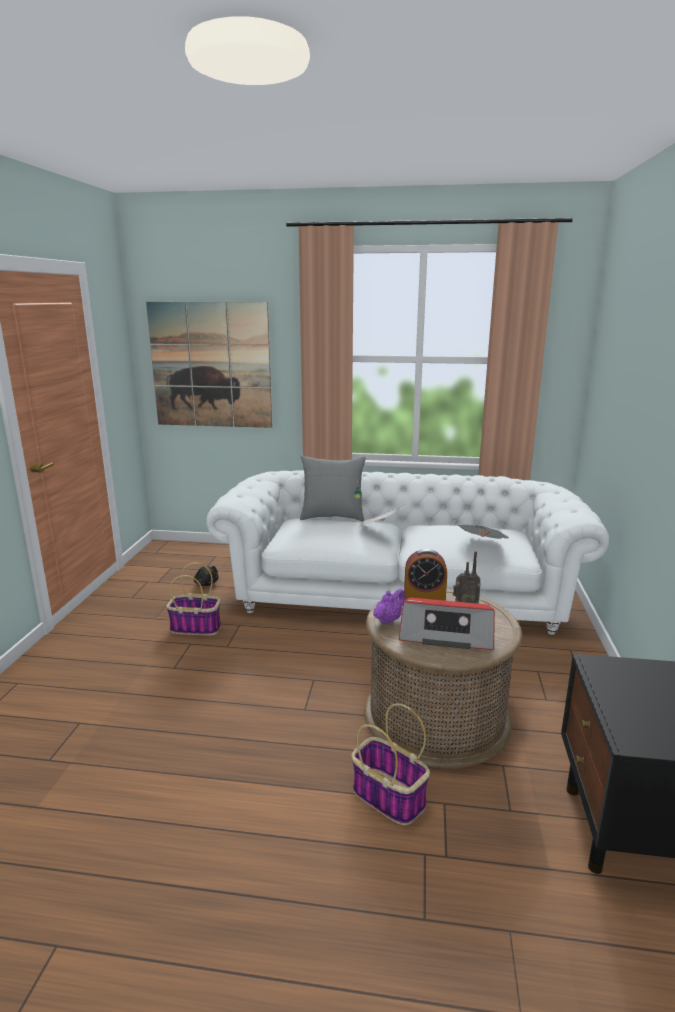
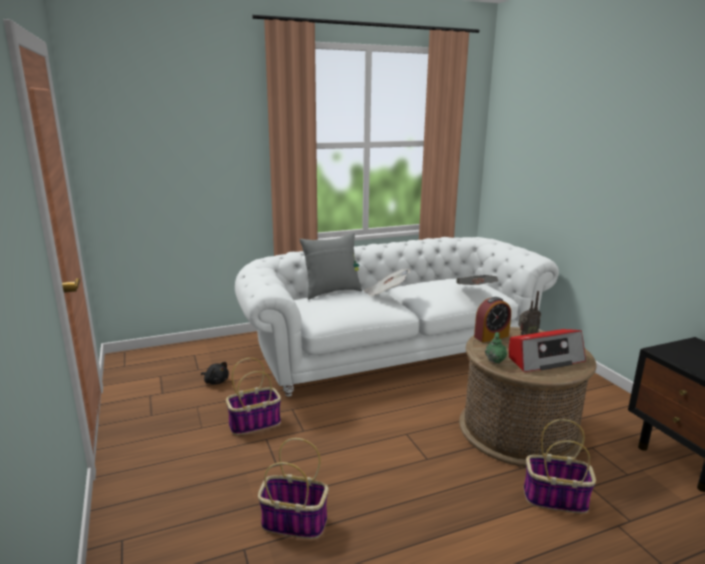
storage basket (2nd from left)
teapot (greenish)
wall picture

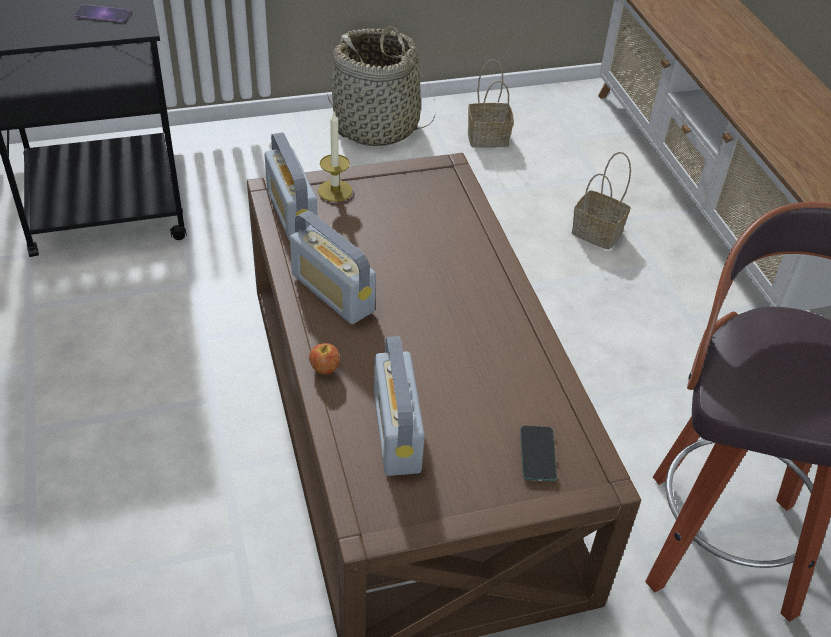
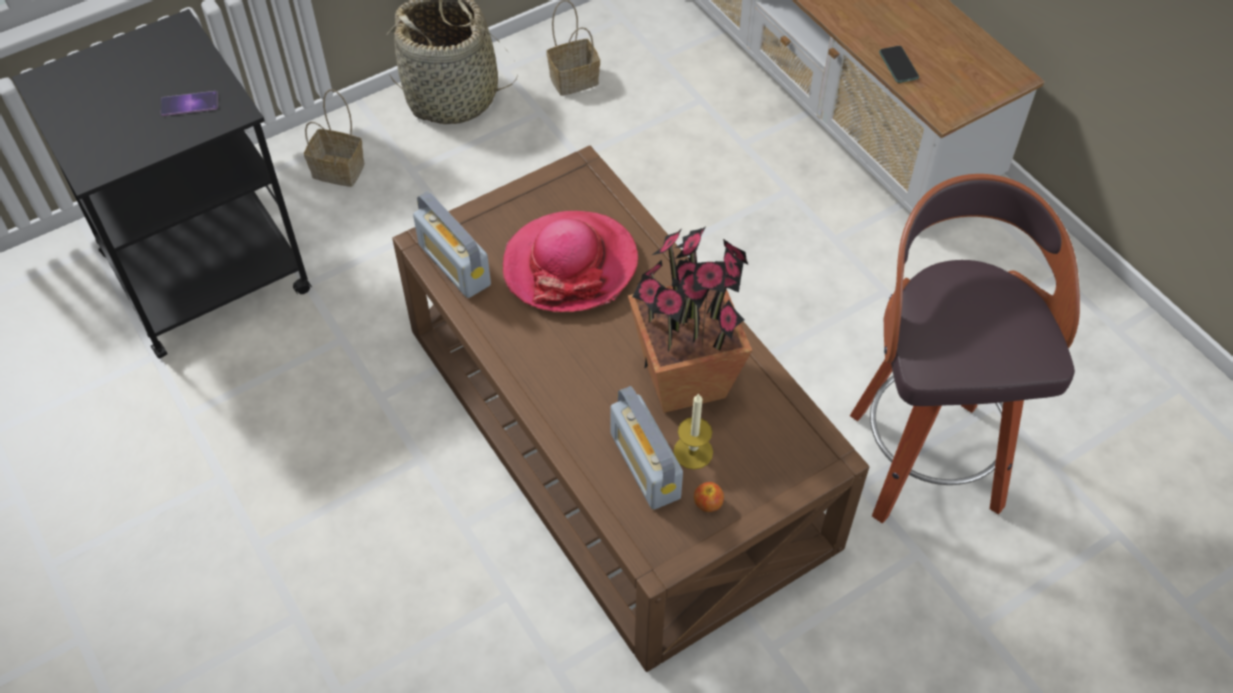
storage basket (1st from left)
clothing hat
plant in a pot
candle
apple fruit
handset (2nd from left)
radio receiver (2nd from left in the first image)

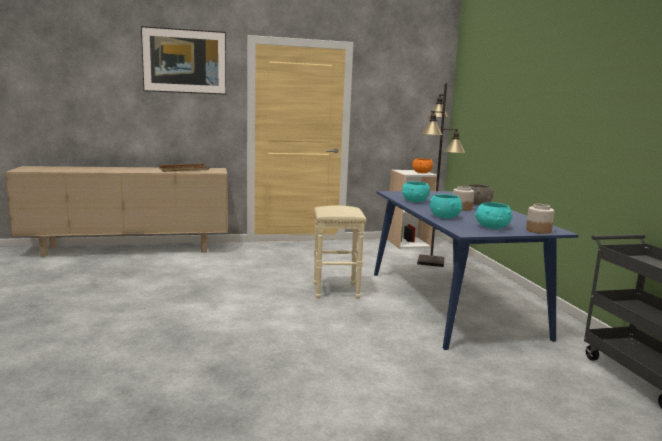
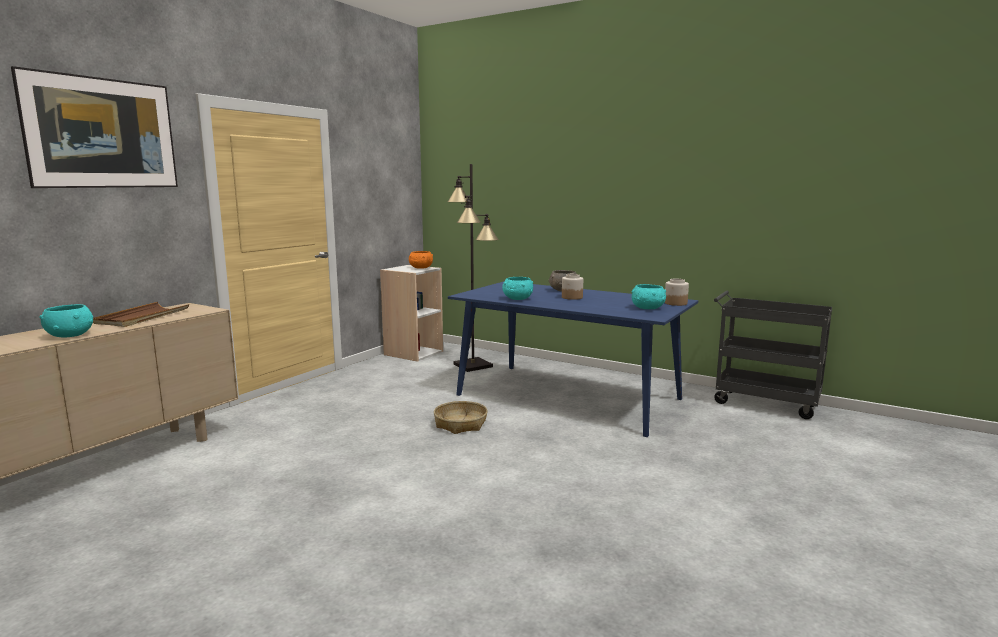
deep dish (turquoise-coloured) (1st from left)
storage basket

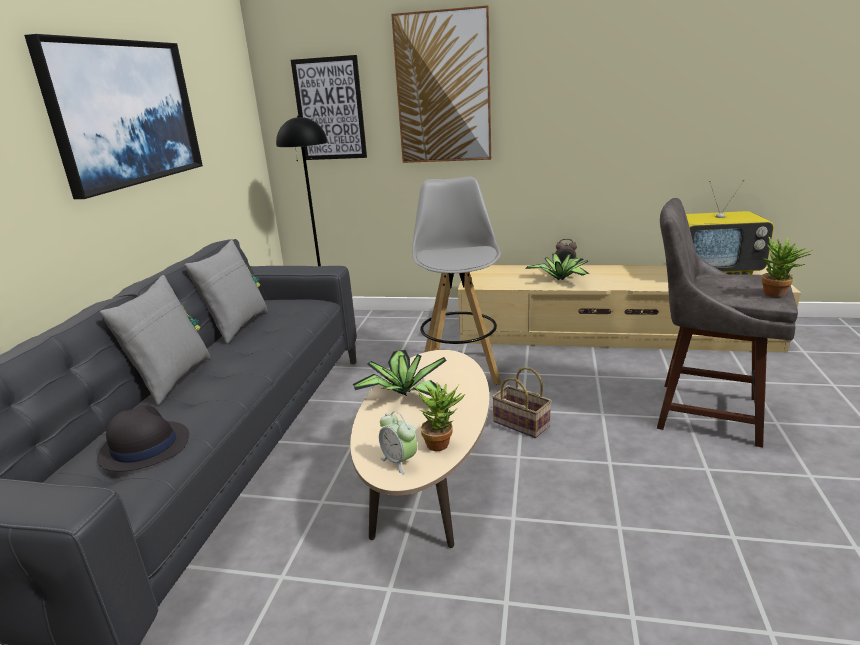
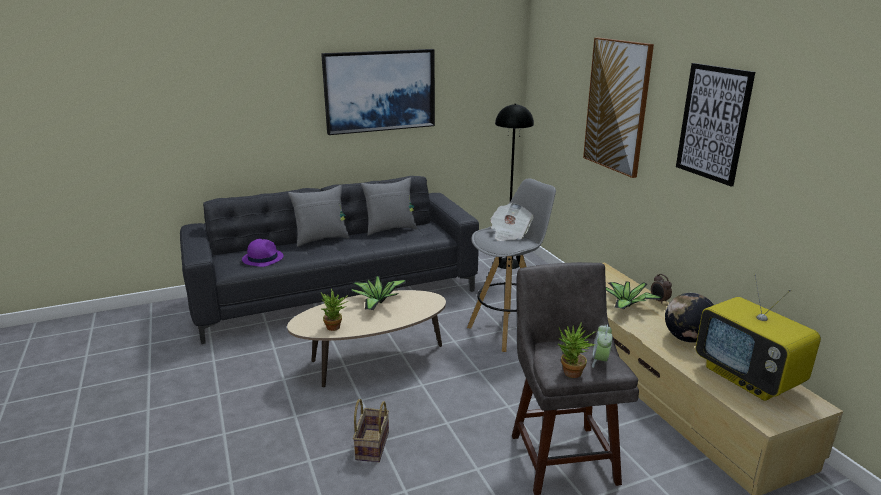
clothing hat (purplish)
storage basket
printed paper
table clock (1st from left)
desk globe
wall picture (3rd from left)

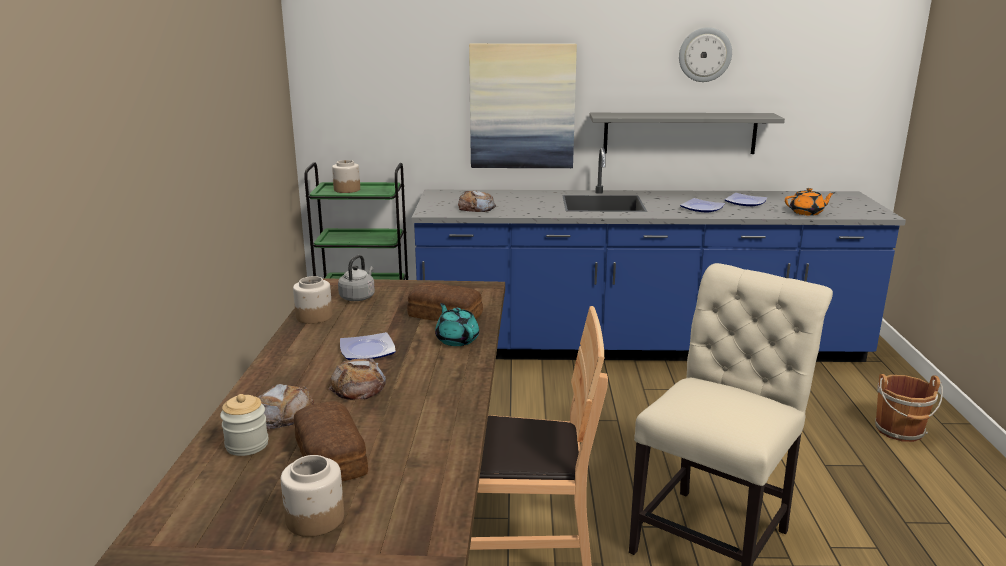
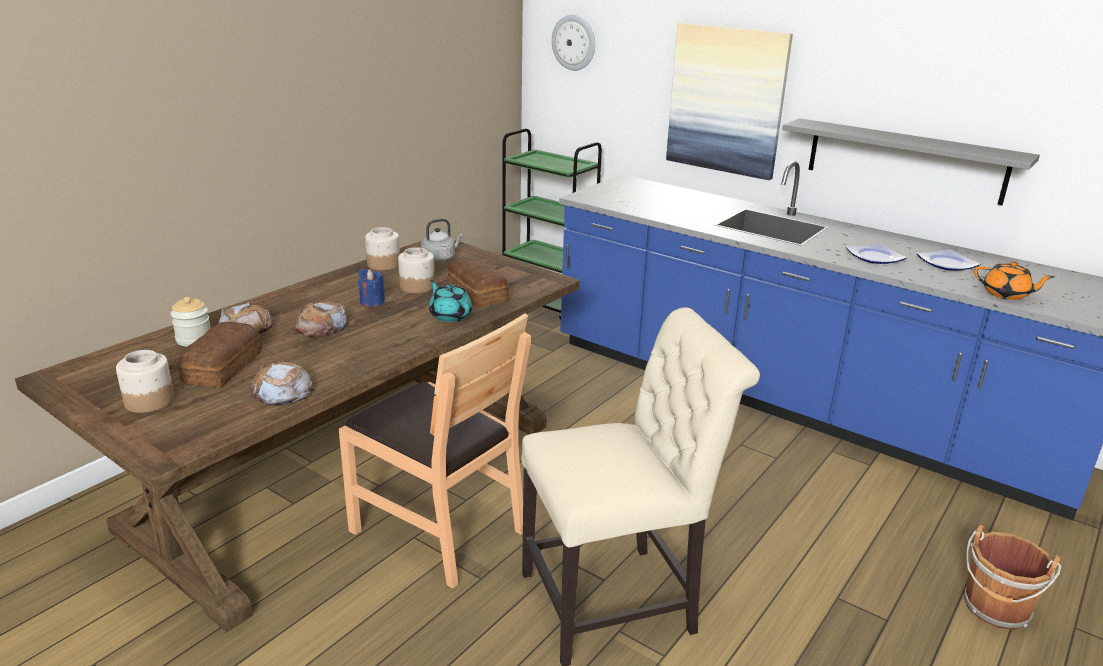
bread (3rd from left)
candle (blue)
jar (4th from left)
teapot (turquoise-coloured)
clock on the wall

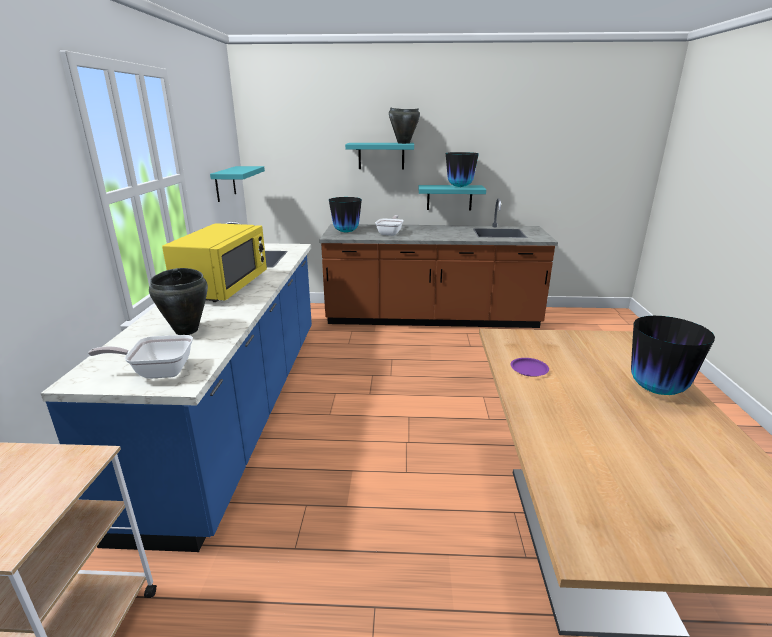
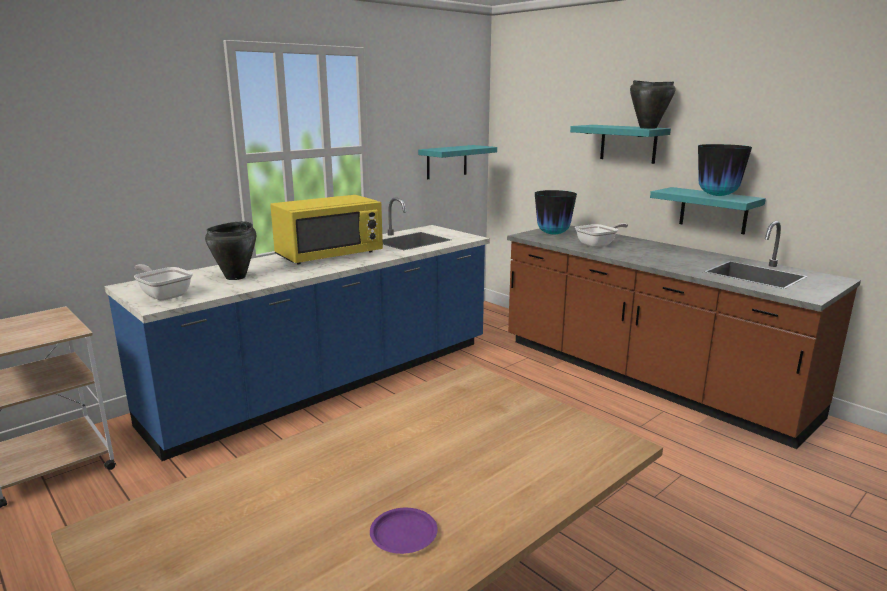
dinner plate (purplish)
vase (3rd from left in the first image)

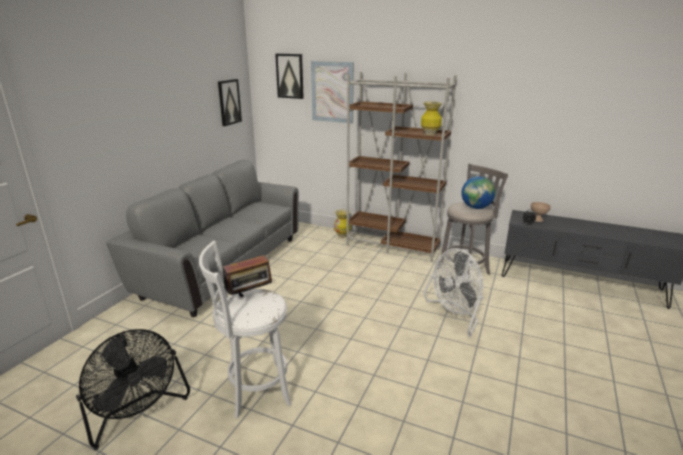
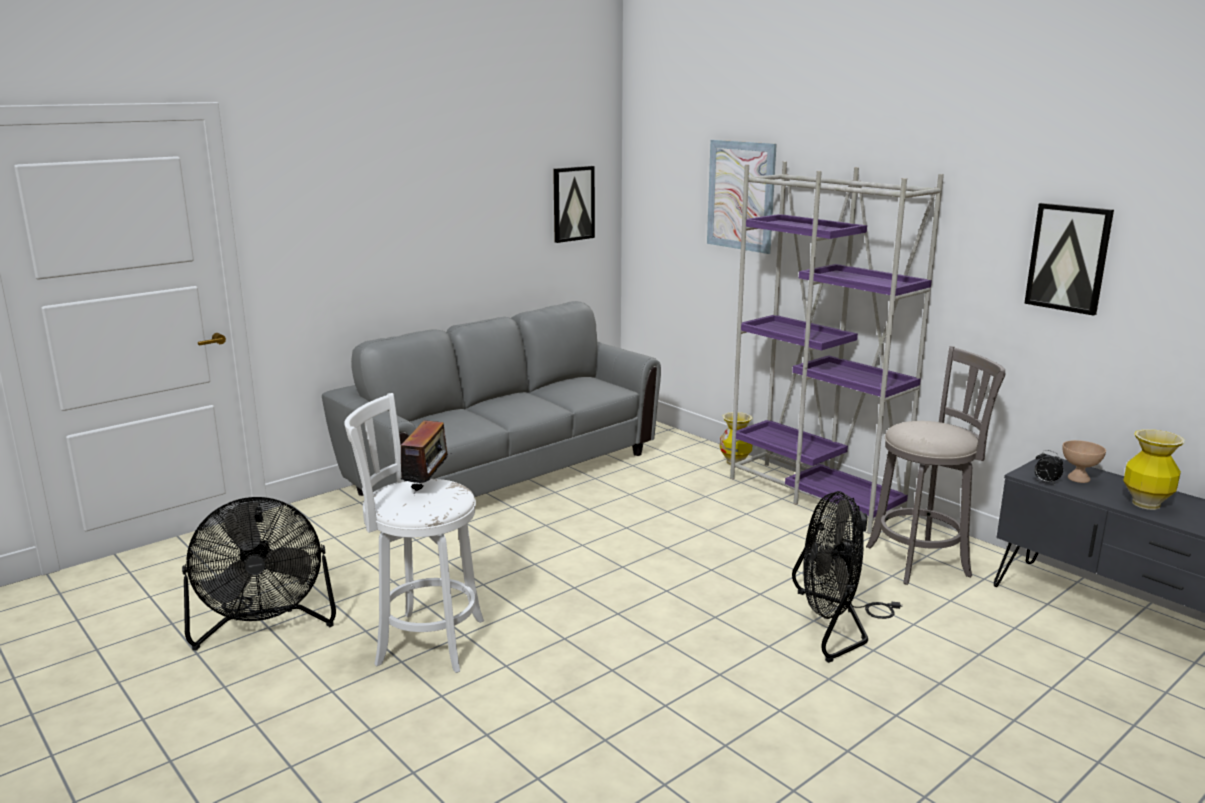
radio receiver
shelving unit (purplish)
fan (blackish) (2nd from left)
wall picture (3rd from left)
vase (2nd from left)
desk globe

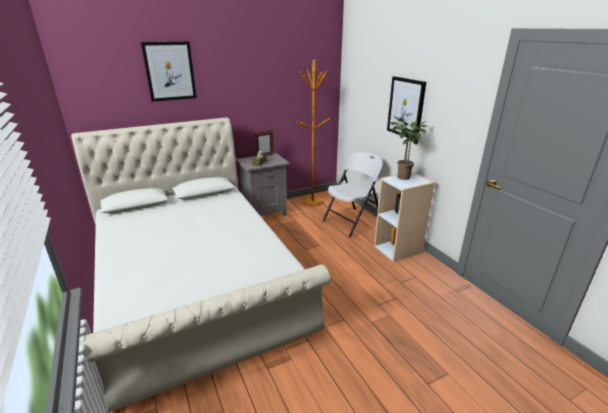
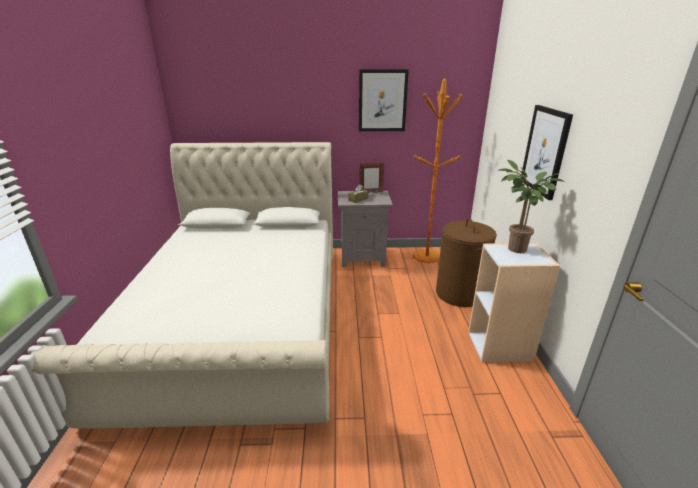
wall picture (1st from left)
hamper (brown-coloured)

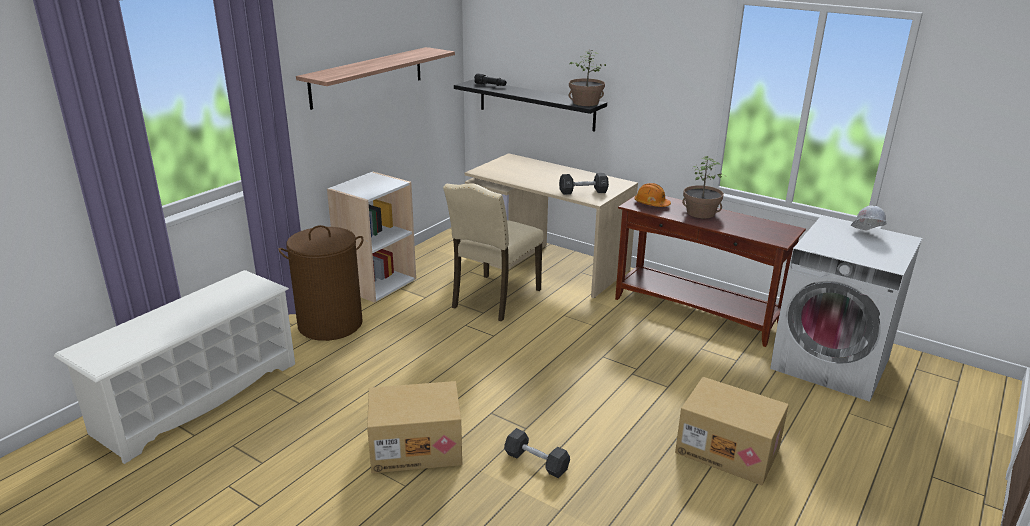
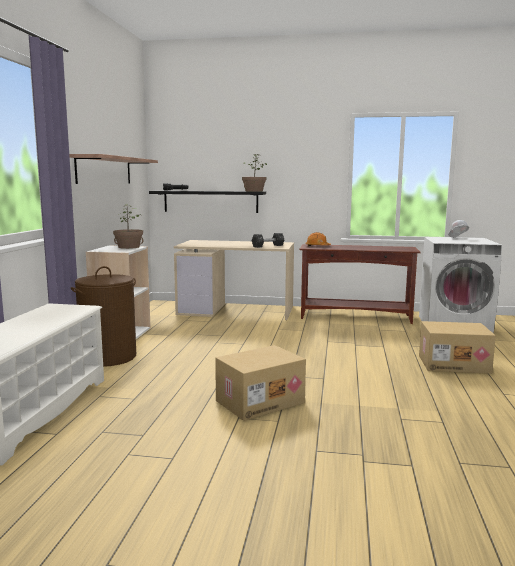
plant in a pot (1st from left)
upright chair (sand-coloured)
hand weight (blackish) (1st from left in the first image)

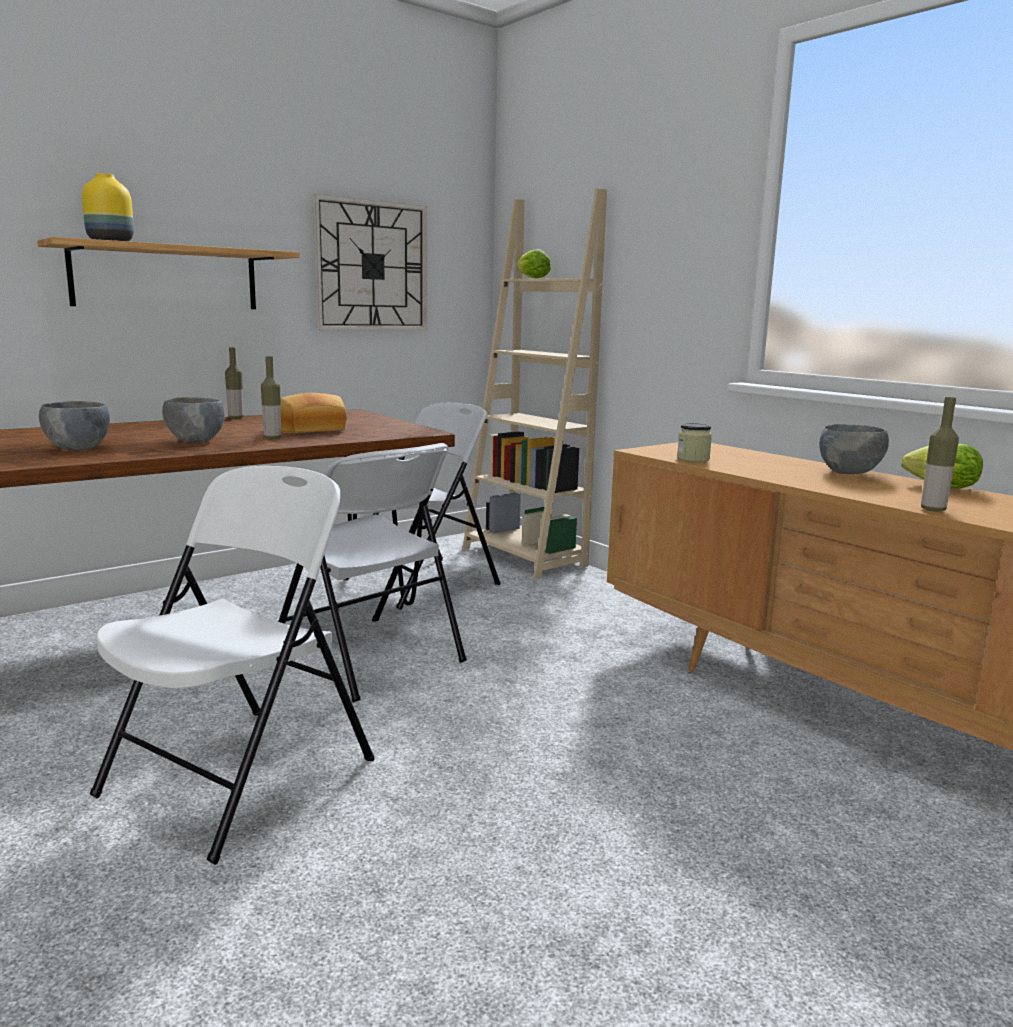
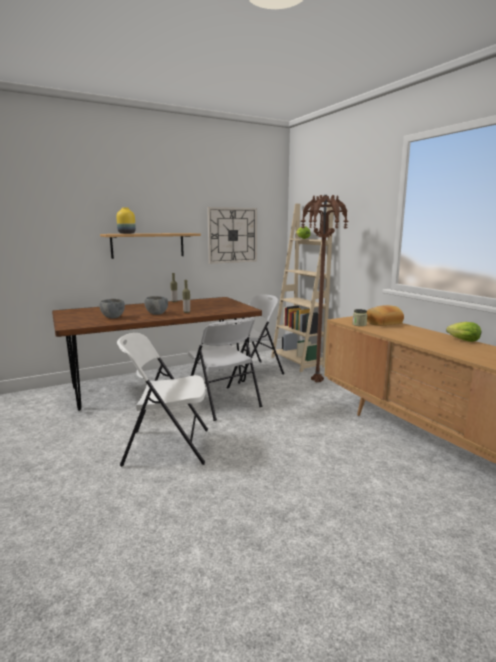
upright chair (white) (1st from left)
standard lamp (brown-coloured)
bread
deep dish (grey) (3rd from left in the first image)
bottle (3rd from left in the first image)

